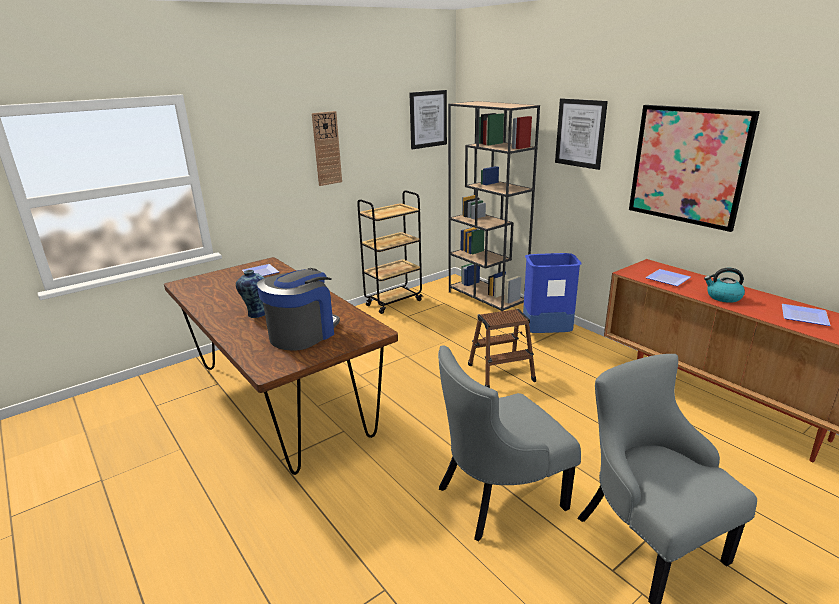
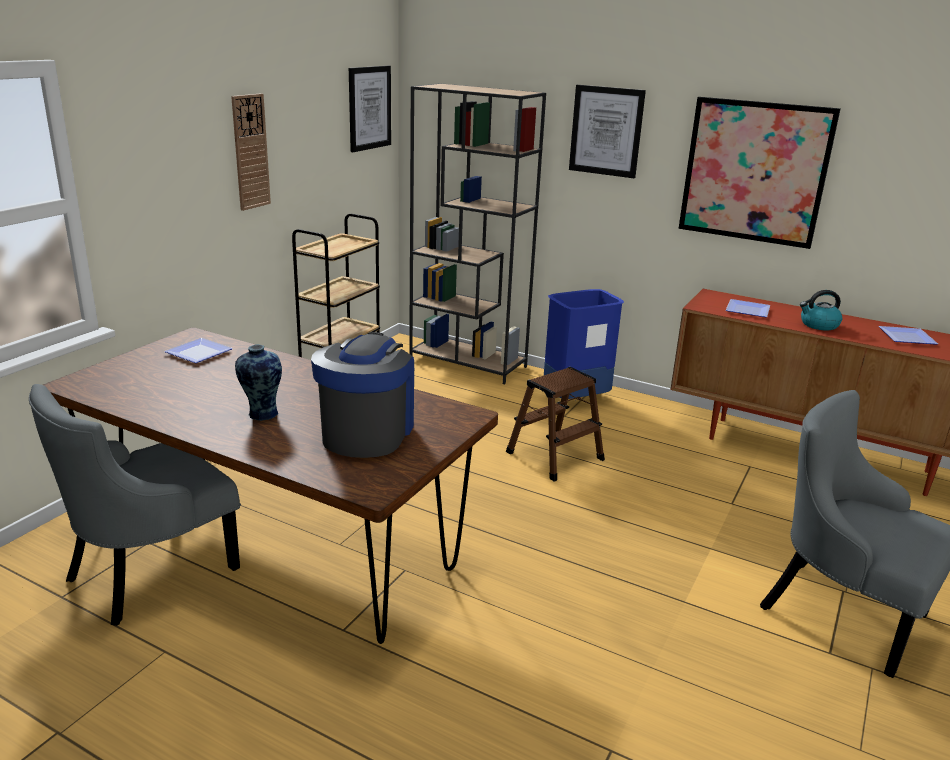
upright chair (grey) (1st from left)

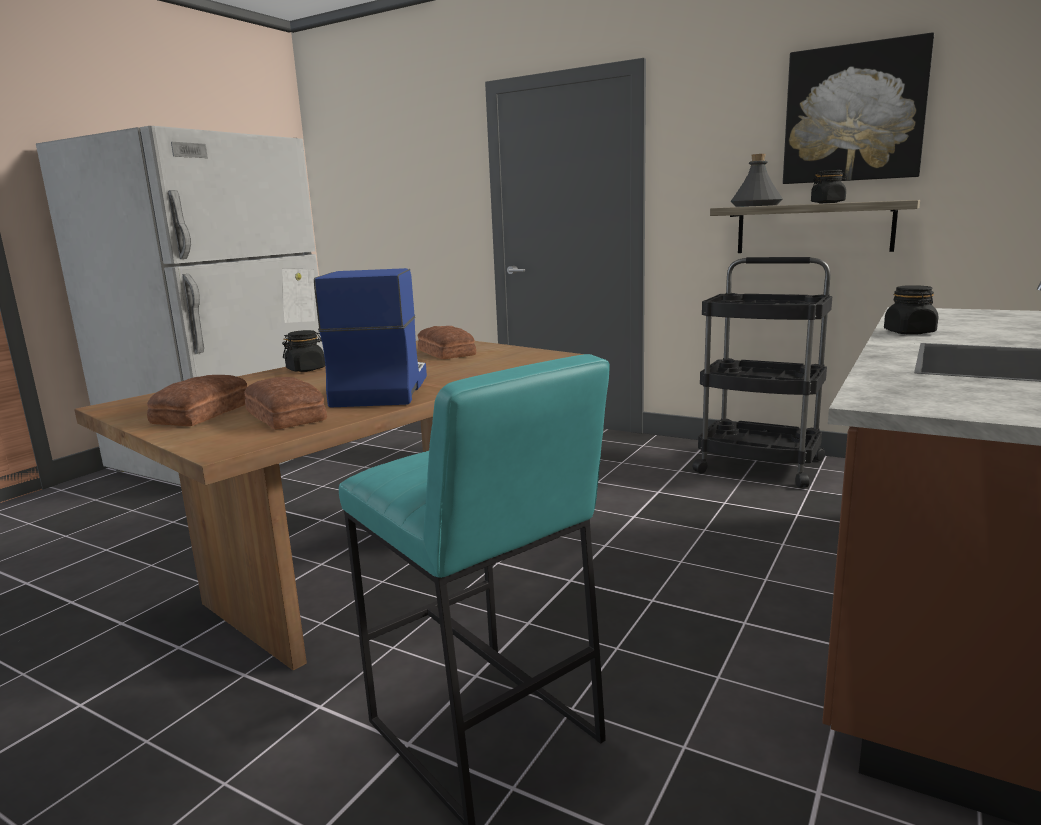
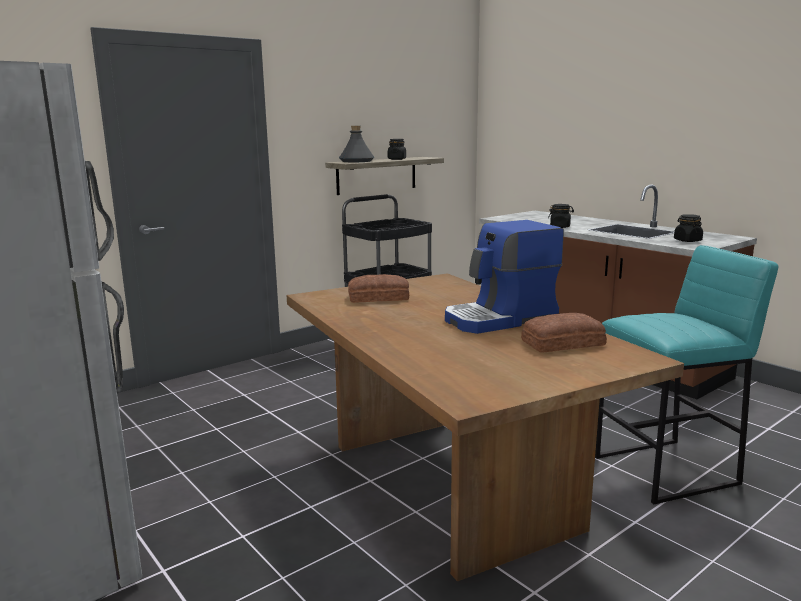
coffee maker
jar (blackish) (3rd from left)
bread (1st from left in the first image)
wall picture

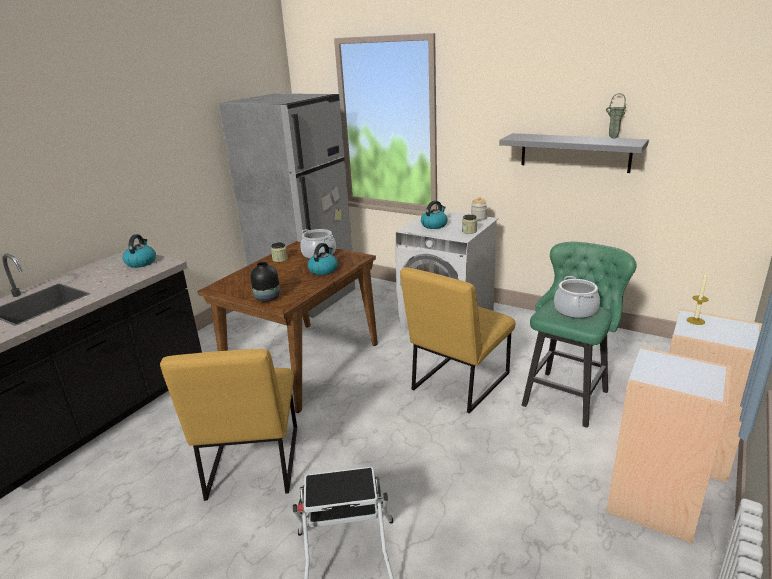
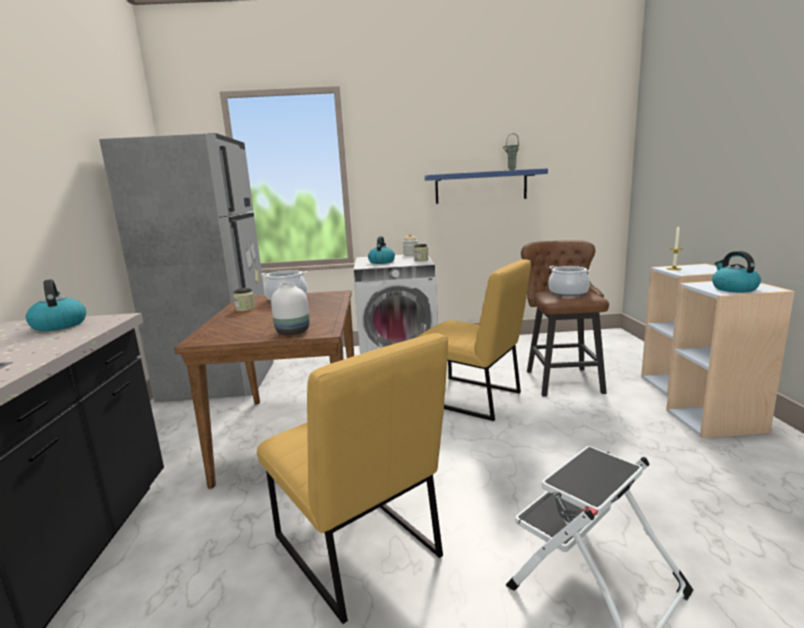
vase (white)
upright chair (yellowish) (2nd from left)
shelf (blue)
sitting stool (brown-coloured)
water kettle (3rd from left)

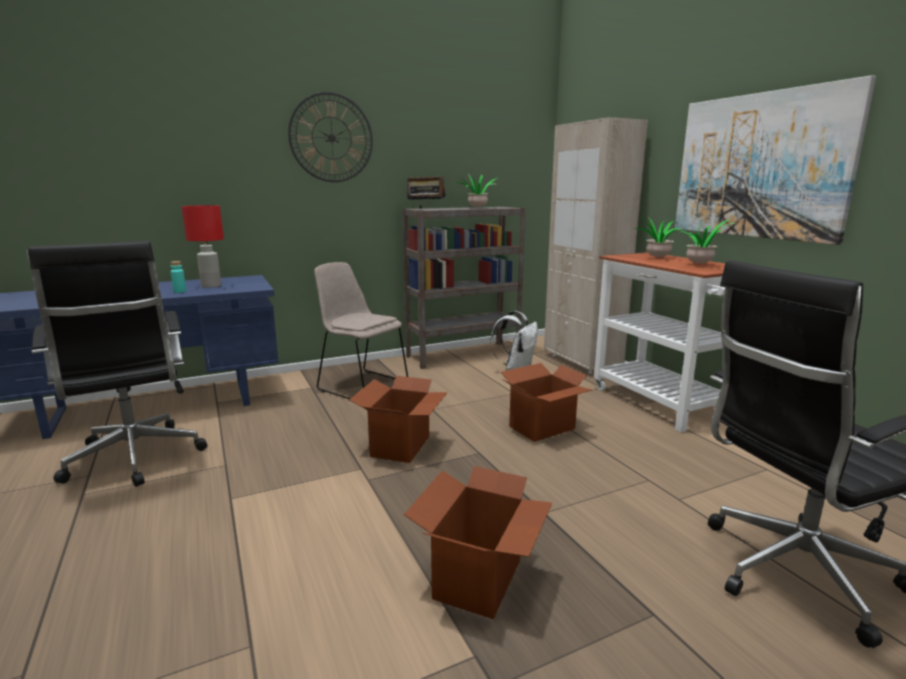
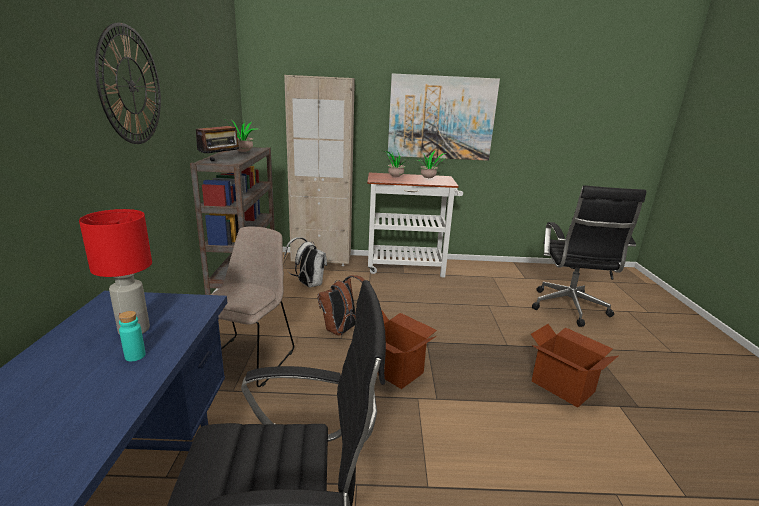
upright chair (sand-coloured)
backpack (brown-coloured)
cardboard box (3rd from left in the first image)

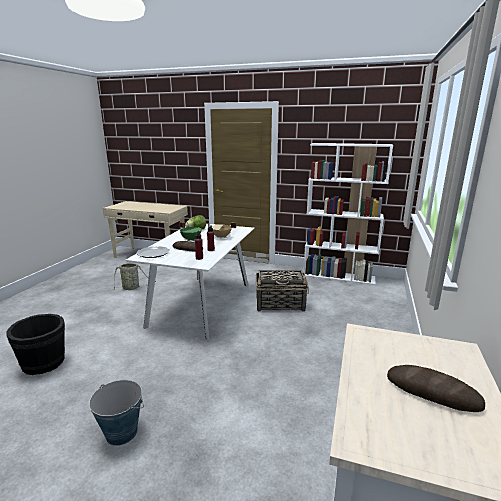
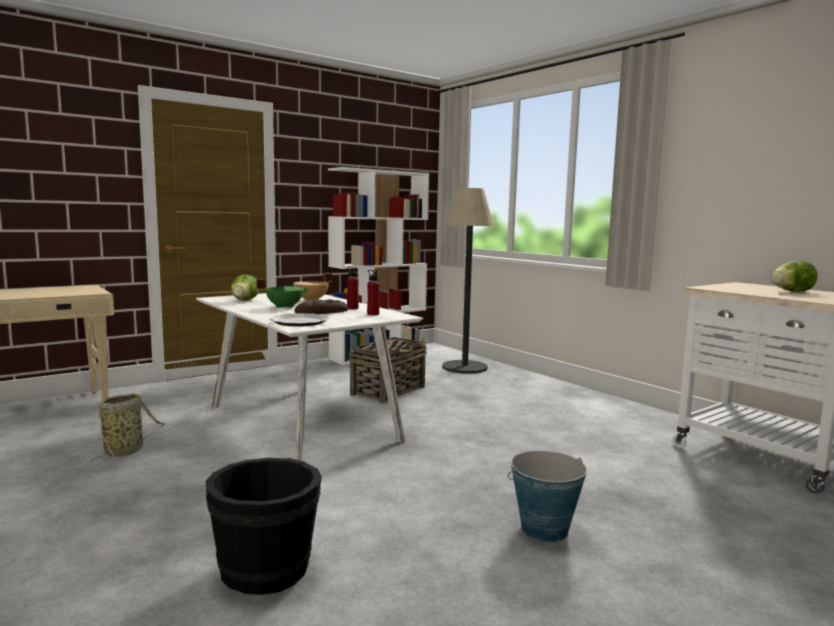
standard lamp
head of lettuce (2nd from left)

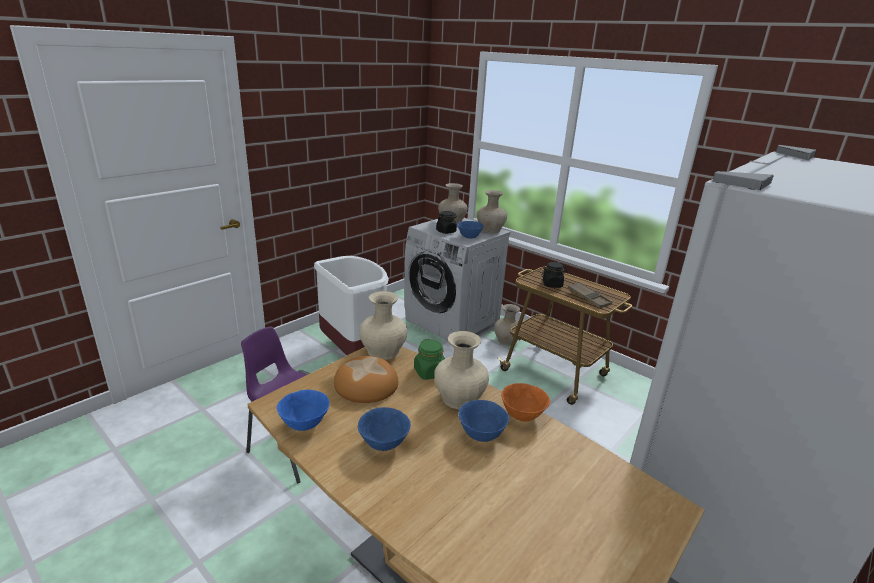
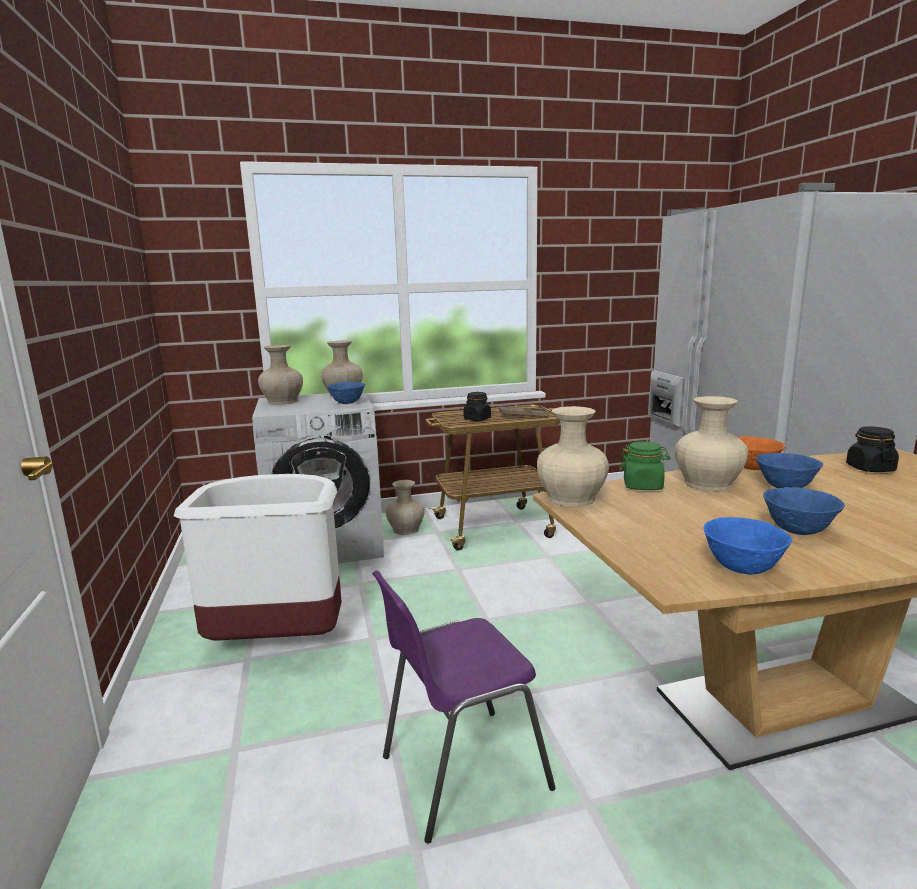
jar (blackish) (2nd from left)
bread

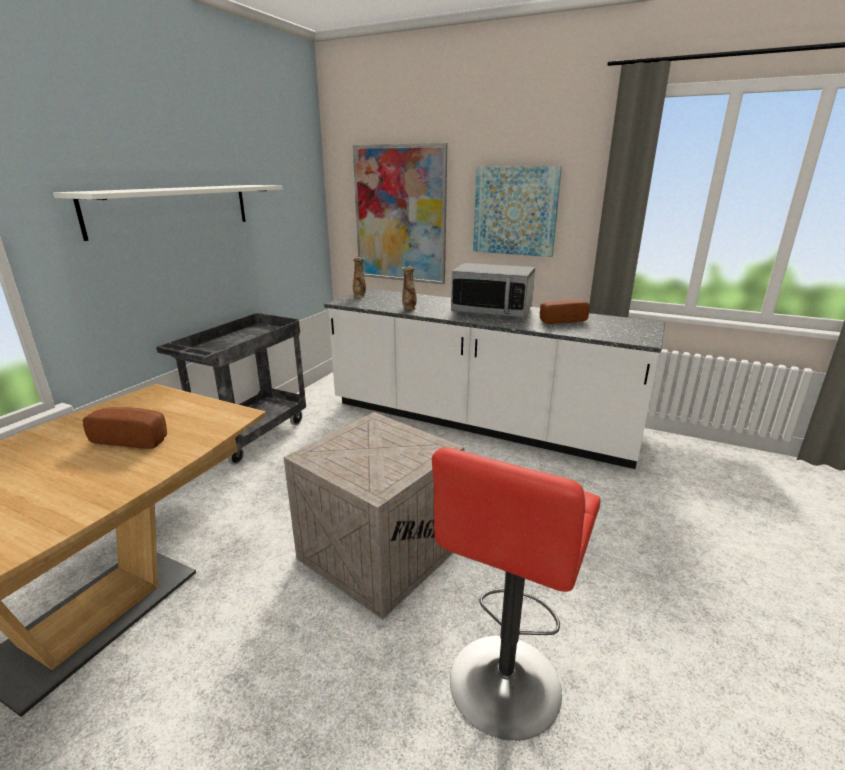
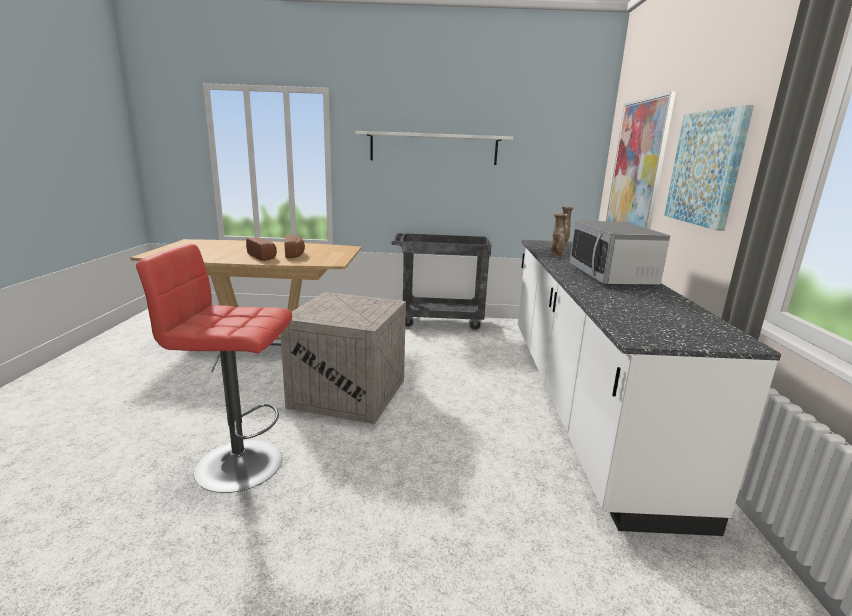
bread (1st from left)

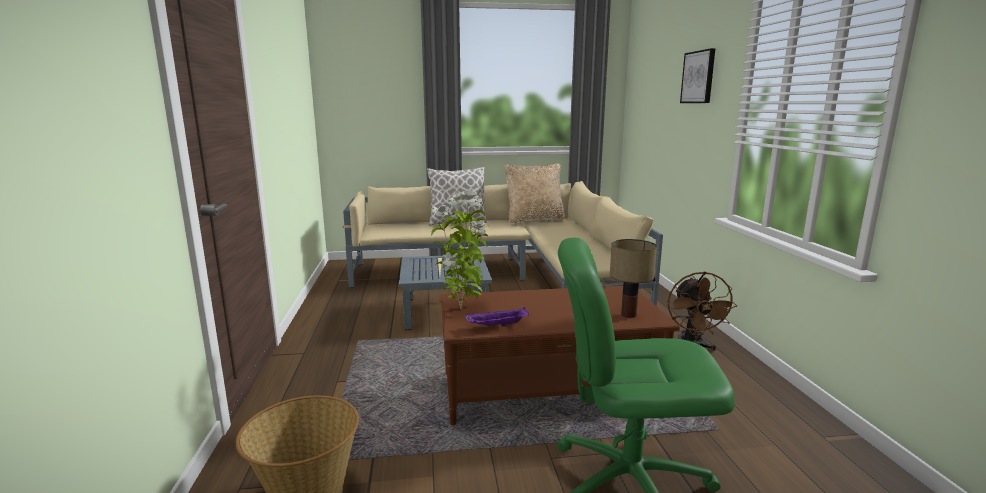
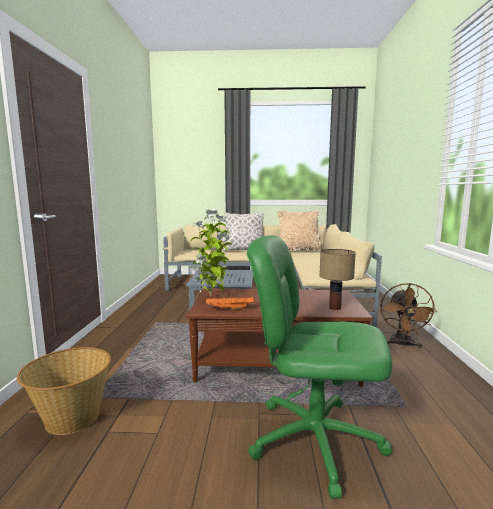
serving tray (orange-coloured)
wall picture

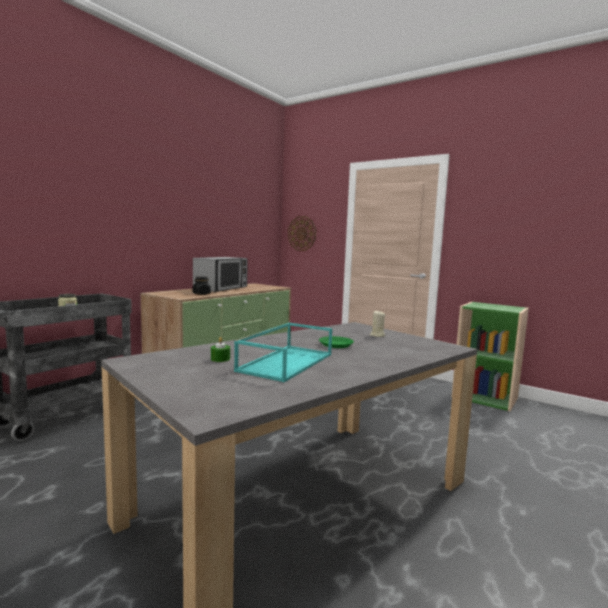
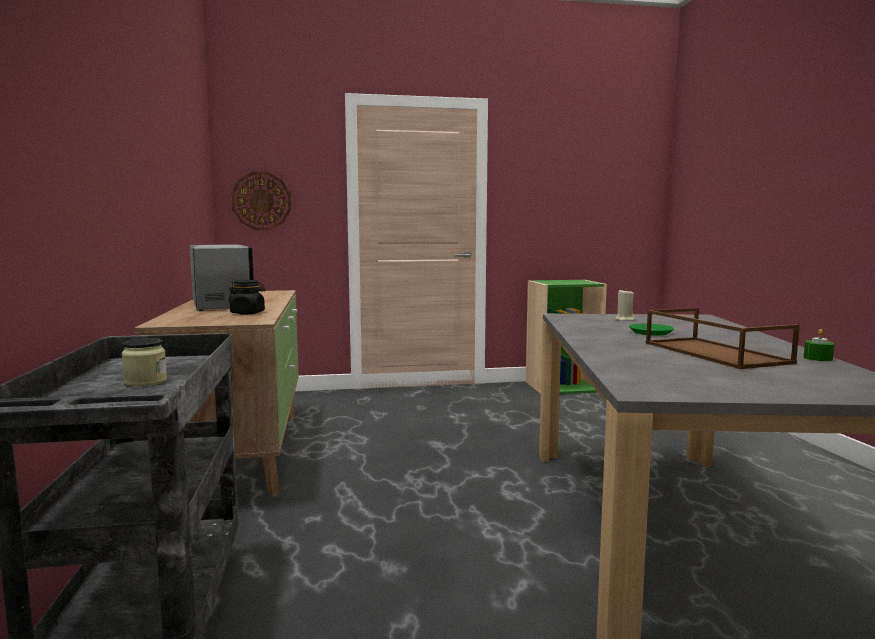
serving tray (brown-coloured)
candle (greenish)

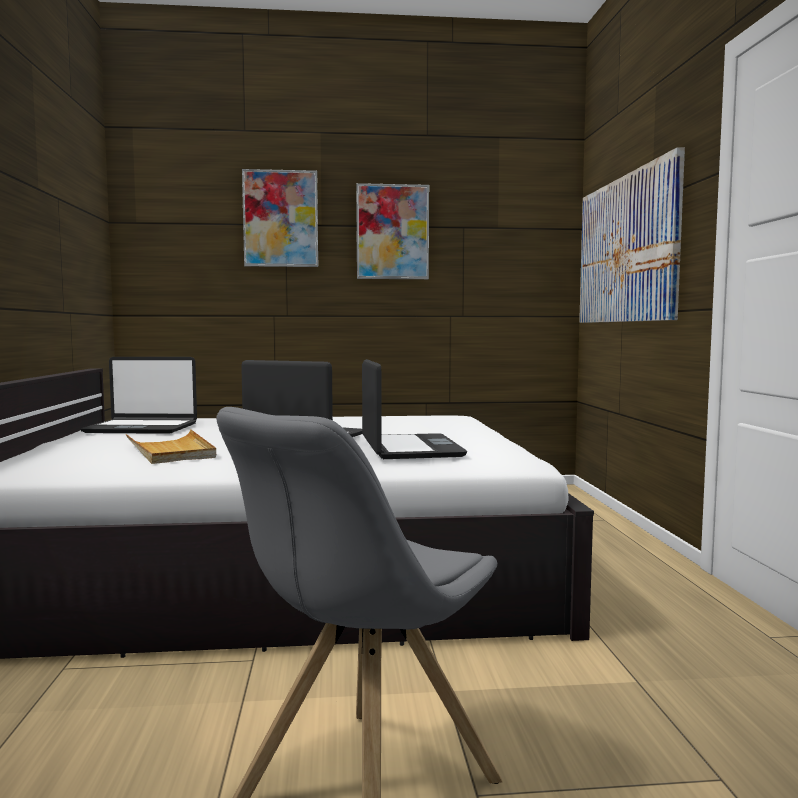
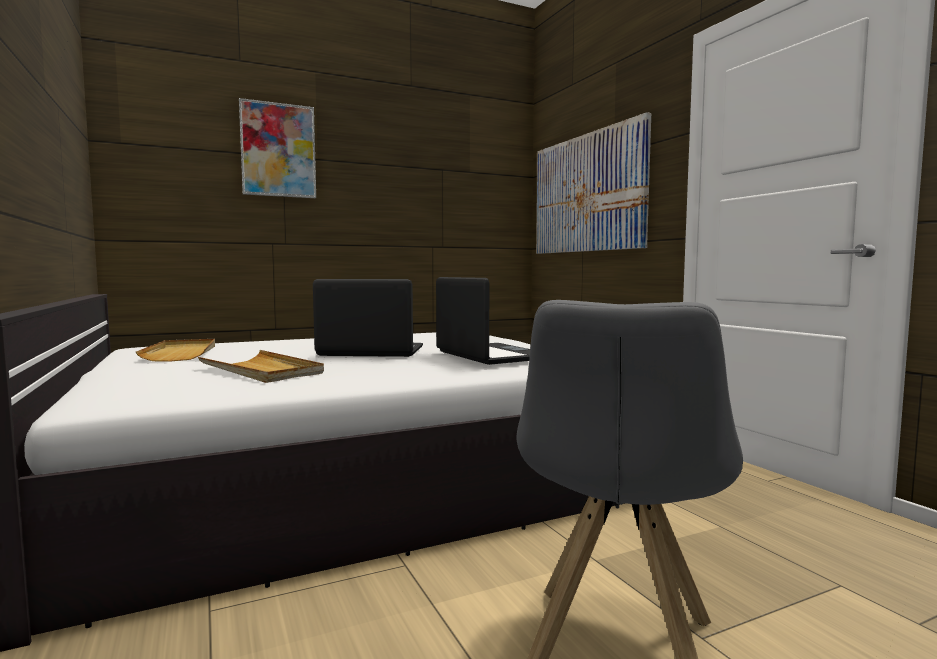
serving tray (sand-coloured) (1st from left)
wall picture (2nd from left in the first image)

